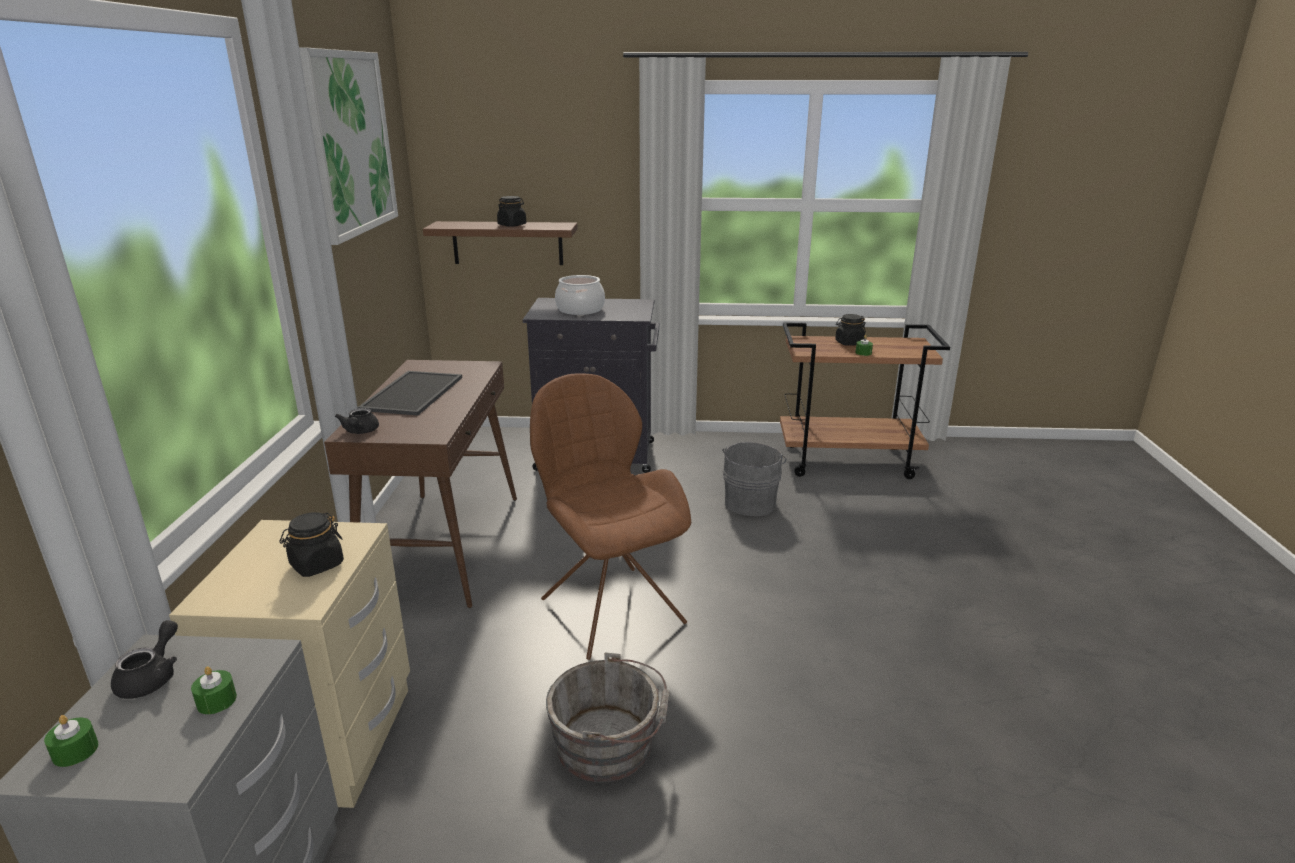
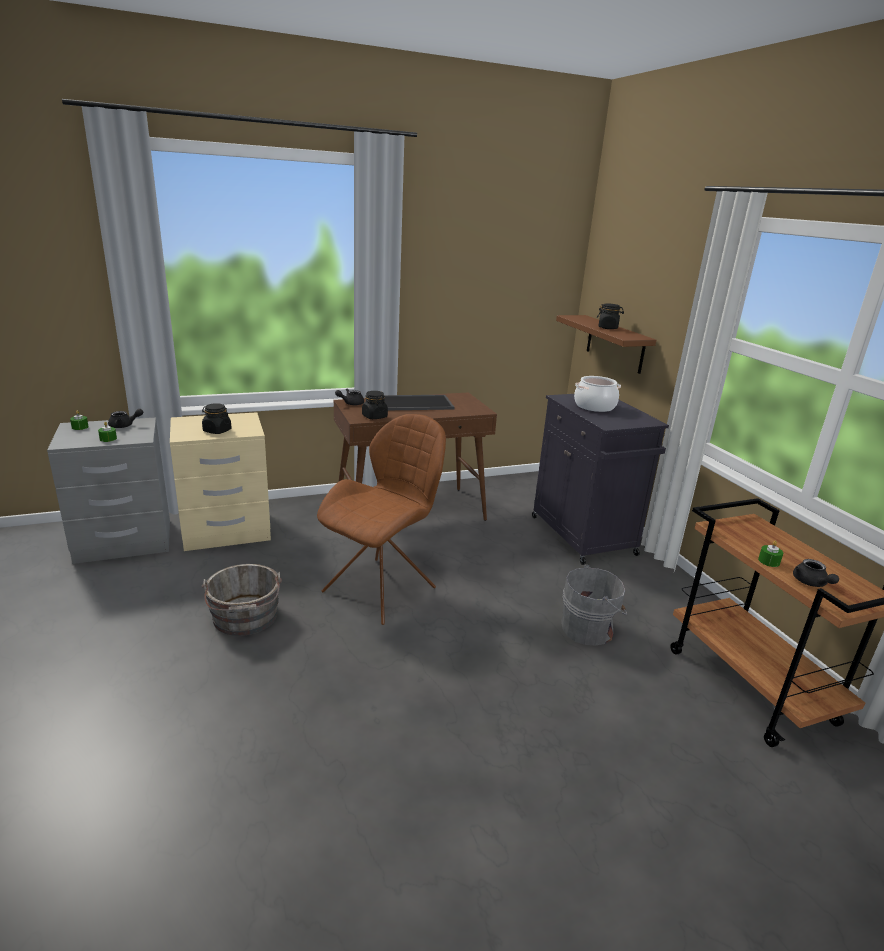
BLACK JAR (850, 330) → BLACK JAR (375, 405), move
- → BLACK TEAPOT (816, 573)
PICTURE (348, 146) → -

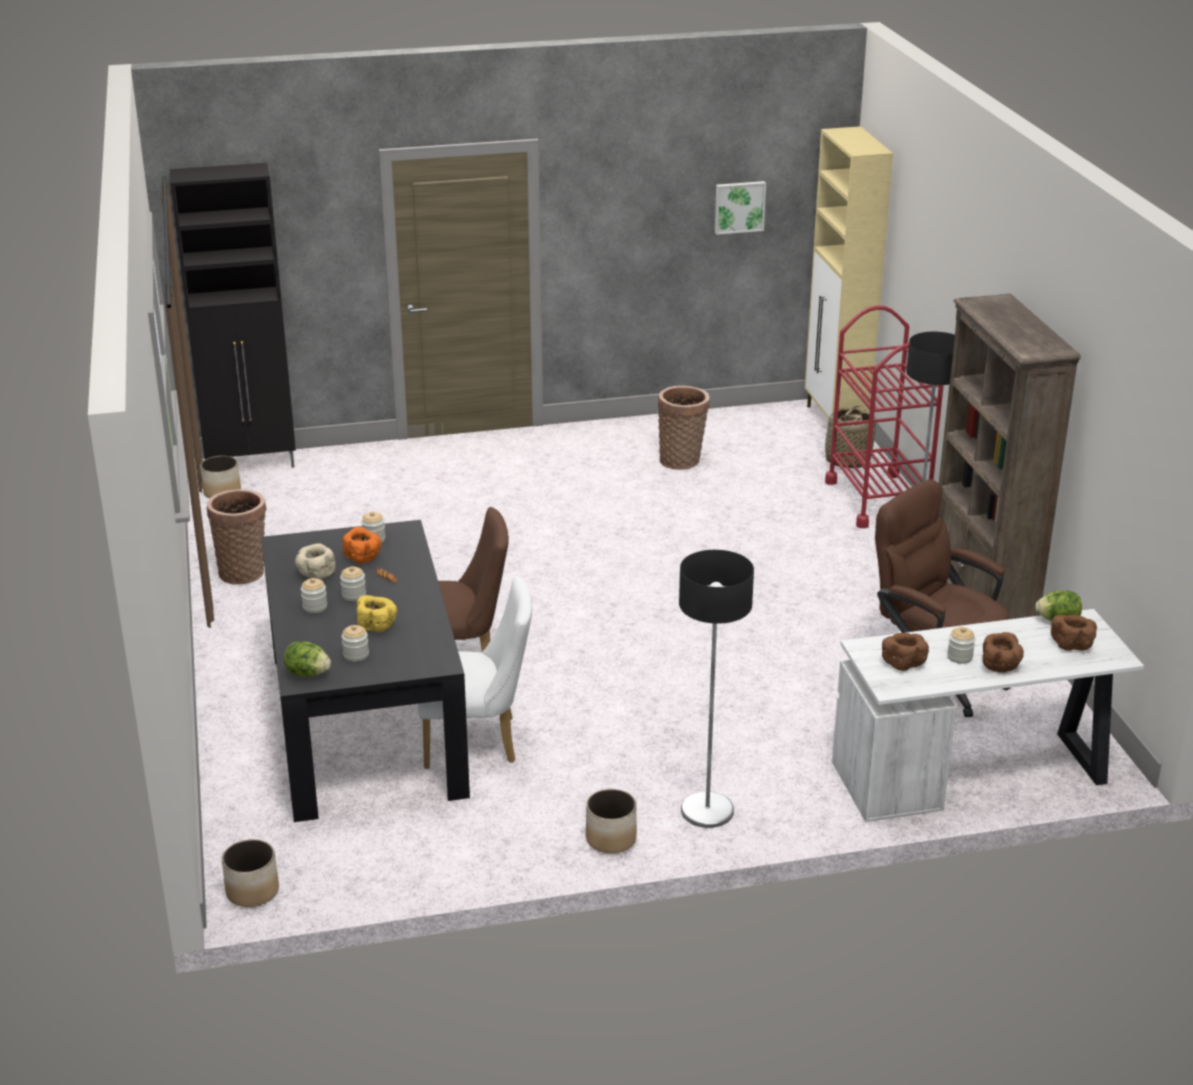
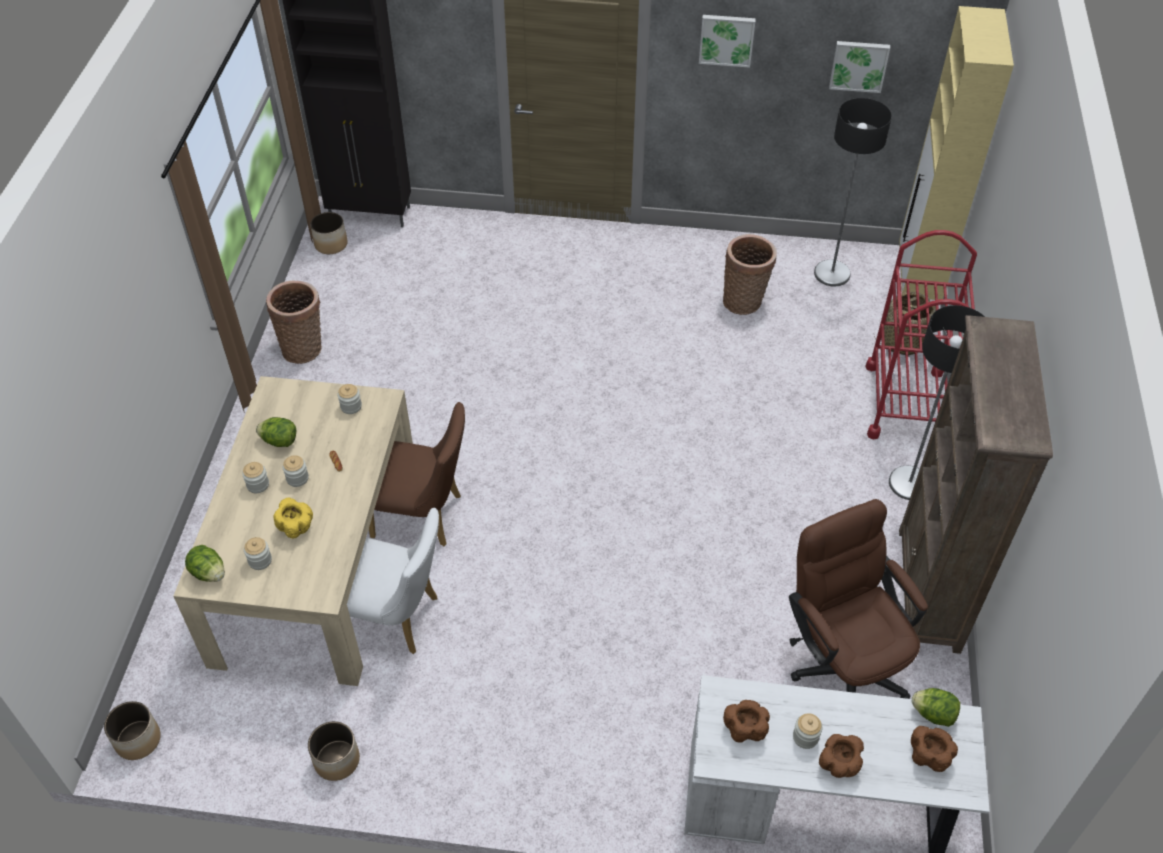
BLACK DINING TABLE (365, 671) → BEIGE DINING TABLE (293, 531)
BEIGE BOWL (315, 561) → LETTUCE (276, 432)
PLANTER (611, 821) → PLANTER (334, 751), move
- → PICTURE (727, 41)
FLOOR LAMP (716, 689) → FLOOR LAMP (853, 192), move
ORANGE BOWL (362, 545) → -

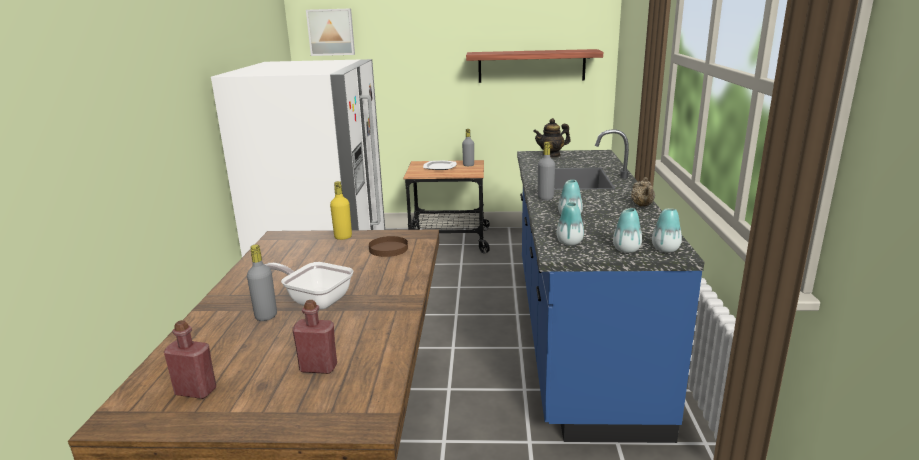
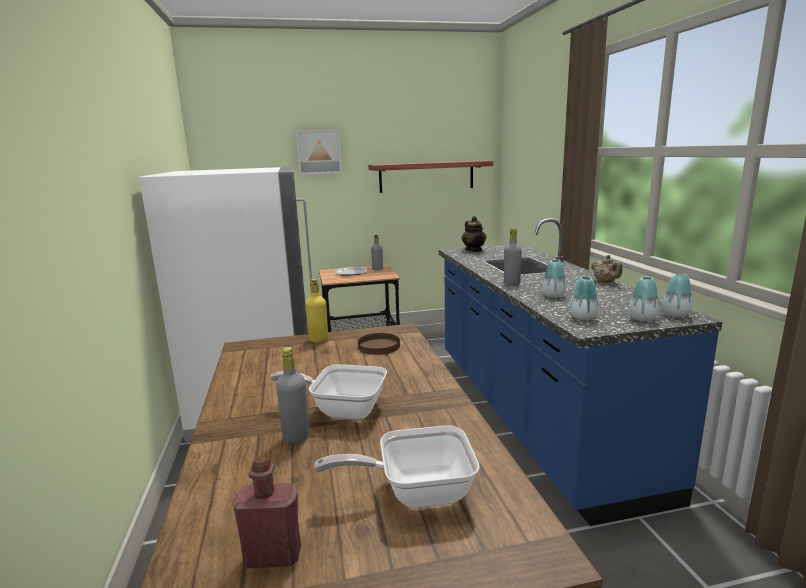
PICTURE (330, 32) → PICTURE (319, 152), move
RED BOTTLE (314, 337) → FRYING PAN (397, 467)
TEAPOT (552, 138) → TEAPOT (474, 234), 75 degrees counterclockwise

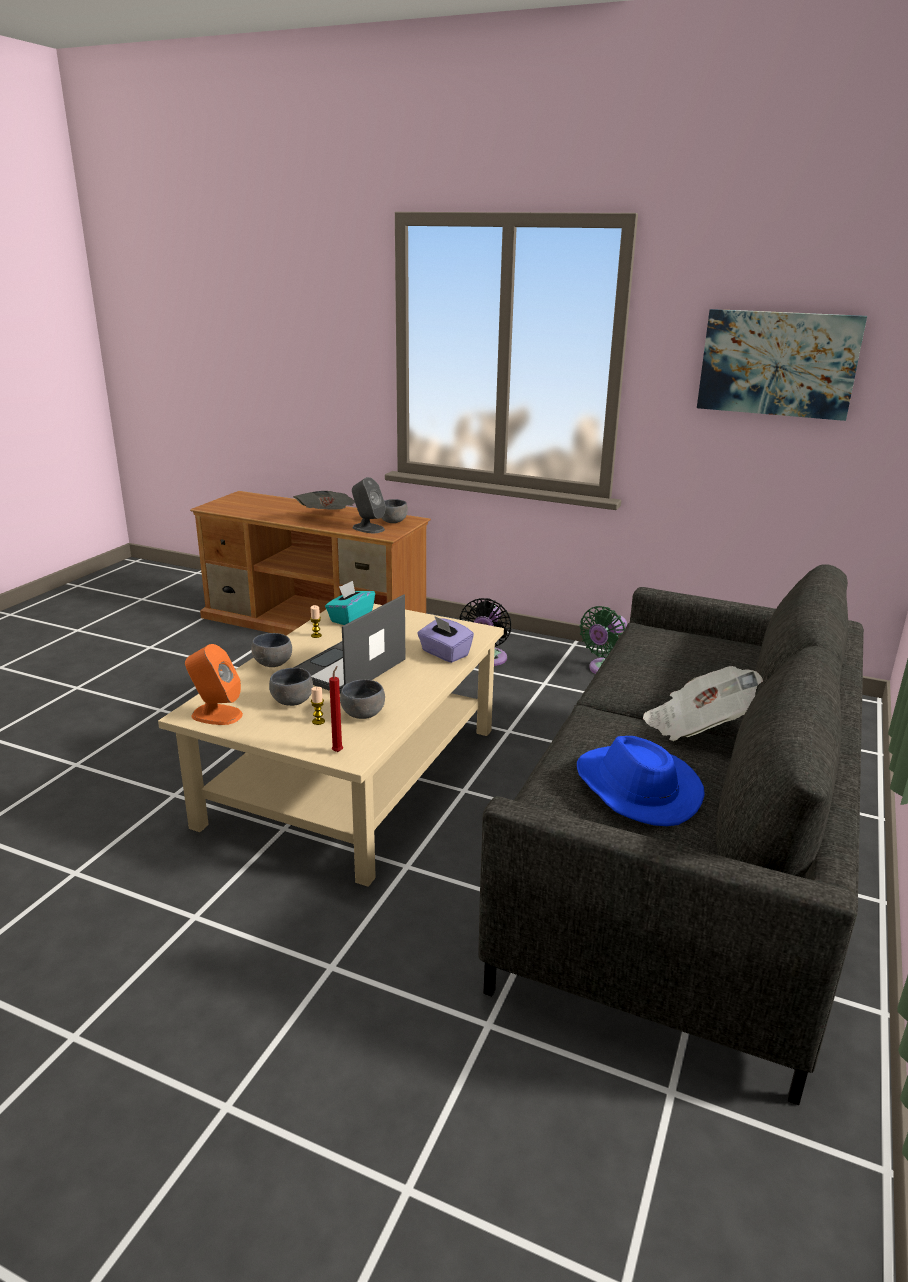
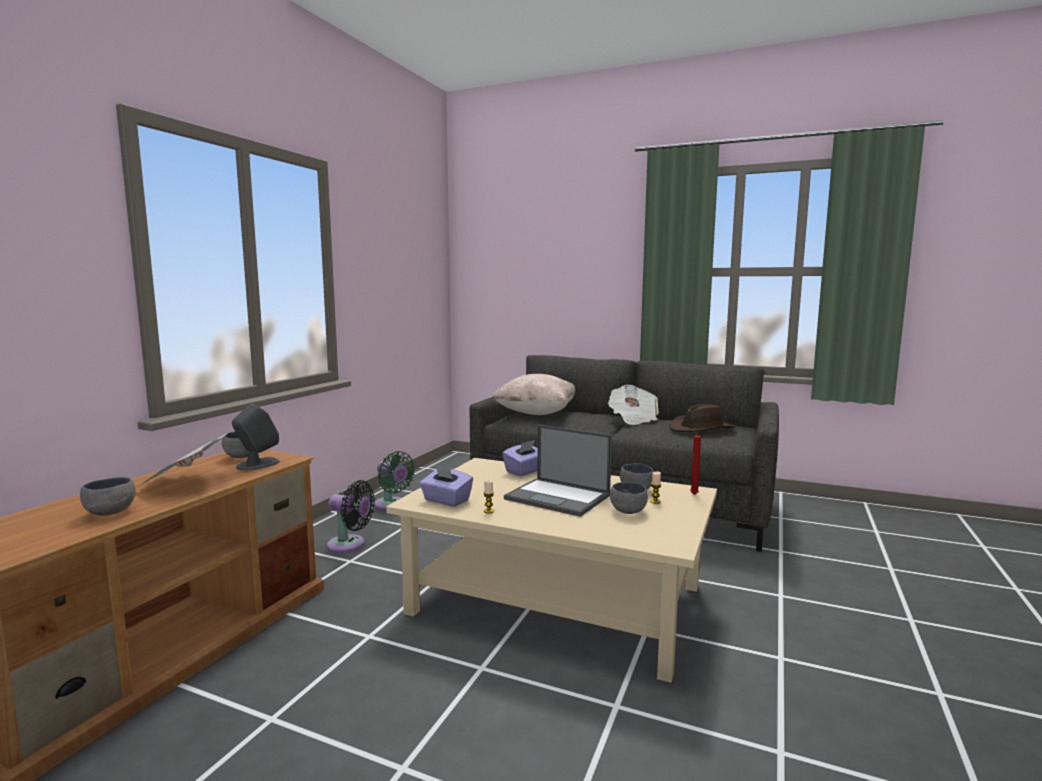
GREY BOWL (271, 650) → GREY BOWL (107, 496), move
TURQUOISE TISSUE BOX (350, 603) → PURPLE TISSUE BOX (446, 486)
- → BEIGE PILLOW (533, 394)
BLUE HAT (641, 781) → BROWN HAT (702, 418)
ORANGE SPEAKER (214, 684) → -
PICTURE (782, 365) → -

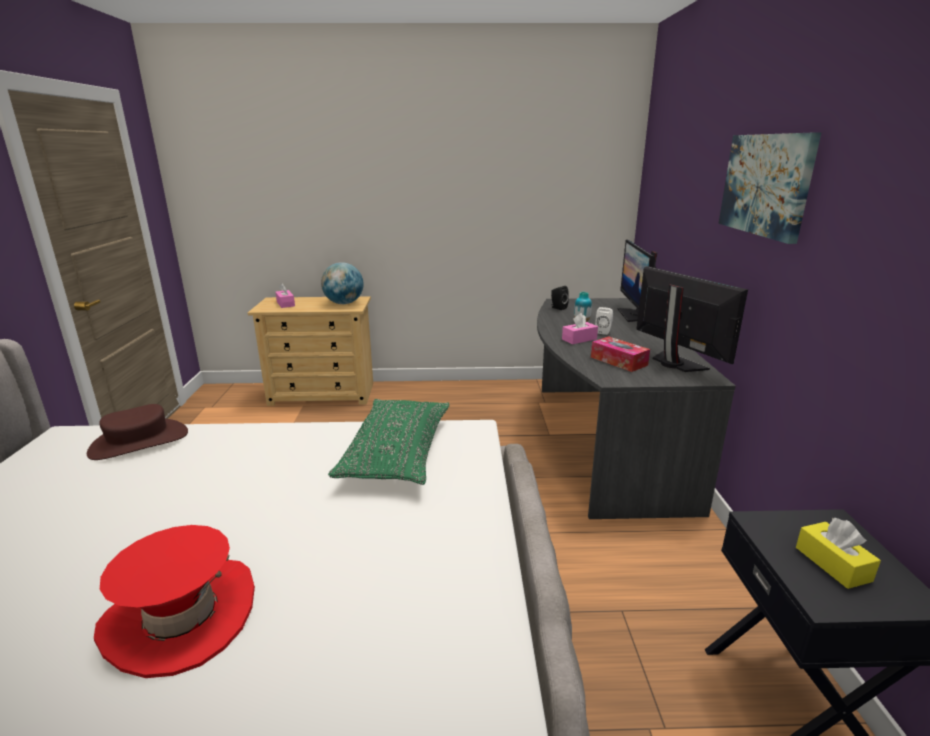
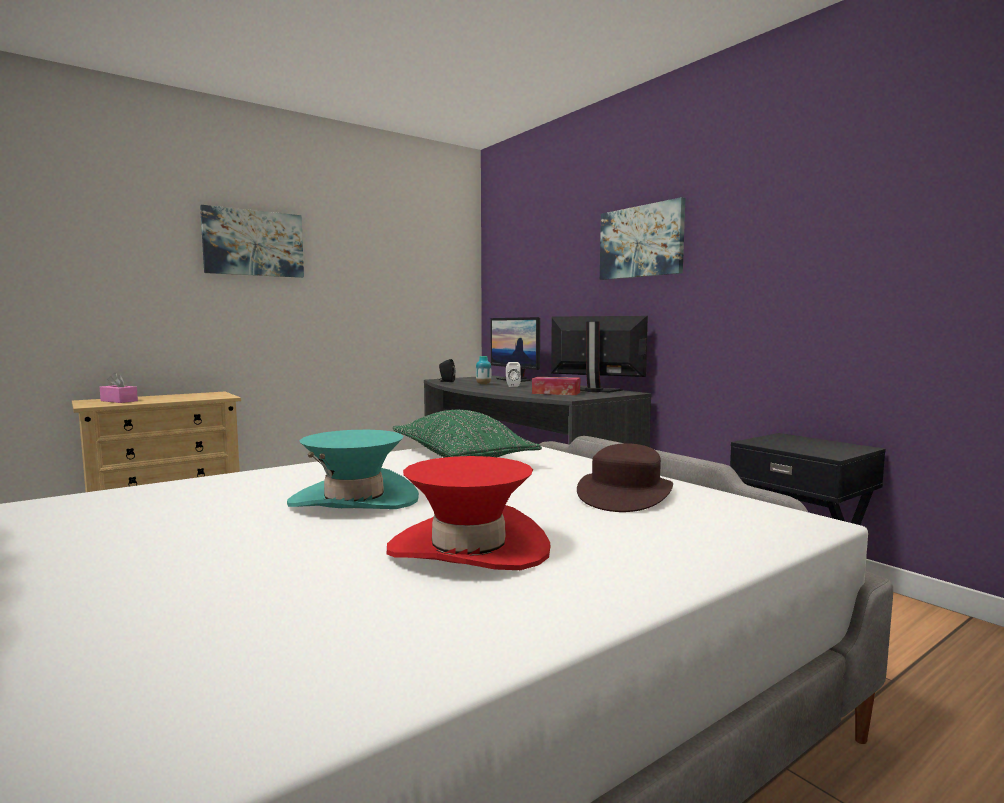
- → PICTURE (252, 241)
- → TURQUOISE HAT (353, 469)
BROWN HAT (137, 432) → BROWN HAT (625, 477), move
GLOBE (342, 283) → -
PINK TISSUE BOX (580, 328) → -
YELLOW TISSUE BOX (838, 553) → -

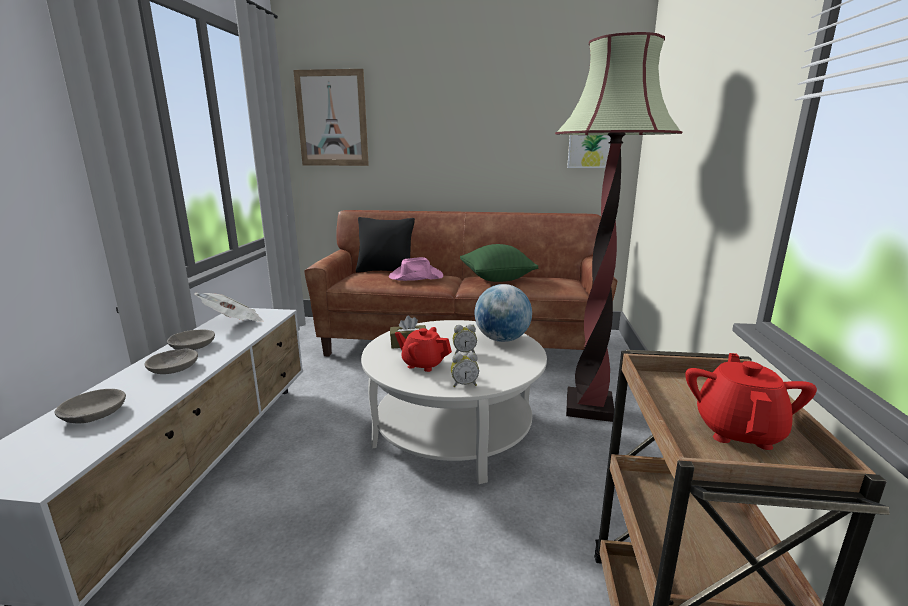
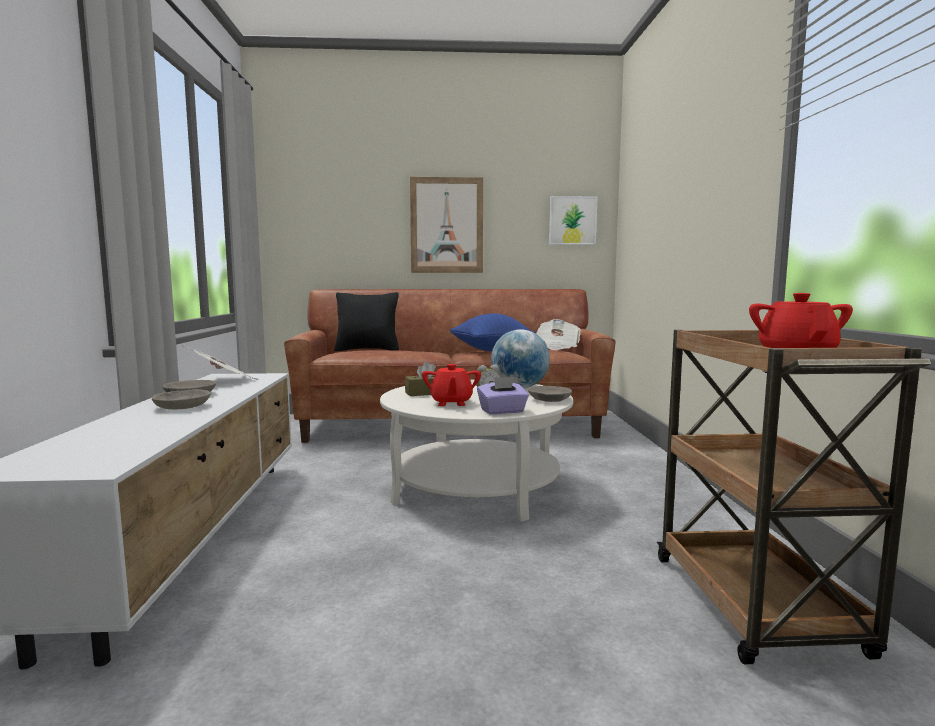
PICTURE (331, 117) → PICTURE (446, 225), move
RED TEAPOT (423, 349) → RED TEAPOT (451, 385), 105 degrees counterclockwise
GREEN PILLOW (499, 263) → BLUE PILLOW (492, 332)
ALARM CLOCK (465, 369) → PURPLE TISSUE BOX (503, 396)
GREY BOWL (90, 406) → GREY BOWL (550, 394), move
- → NEWSPAPER (558, 334)
PINK HAT (416, 269) → -
FLOOR LAMP (619, 227) → -

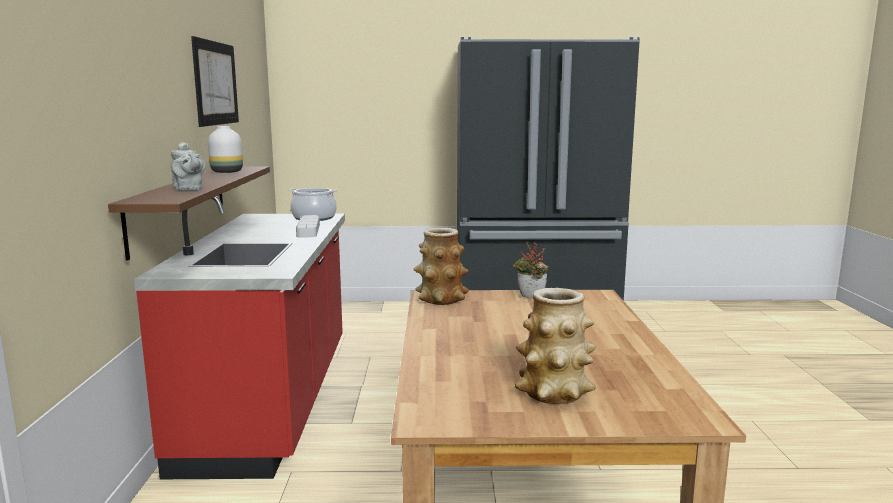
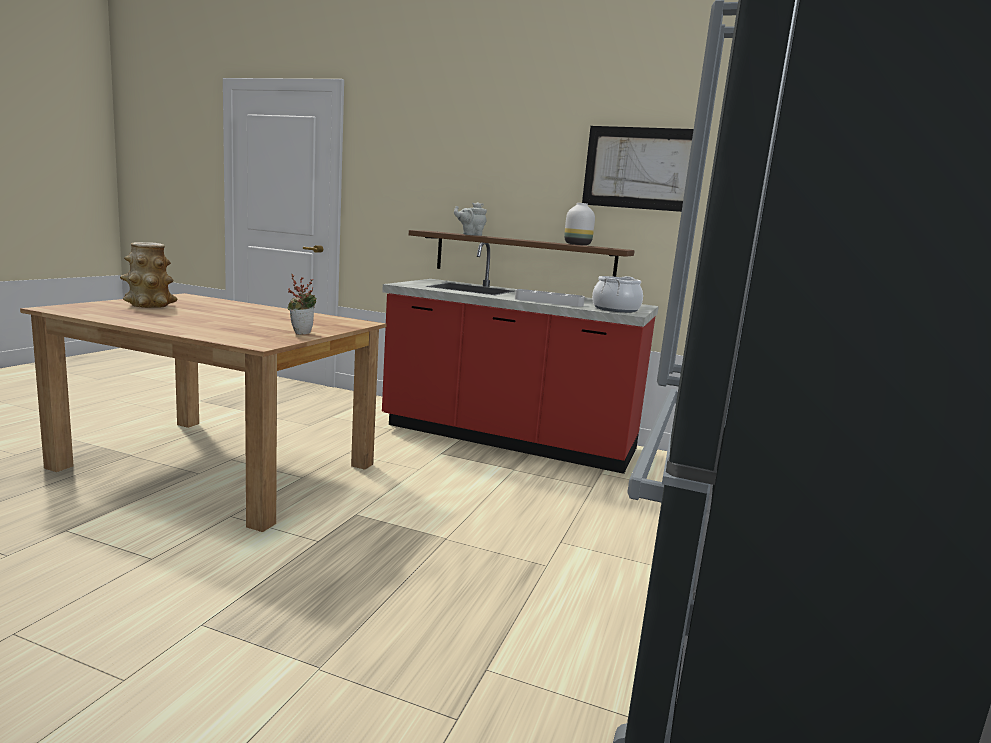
VASE (441, 266) → -

